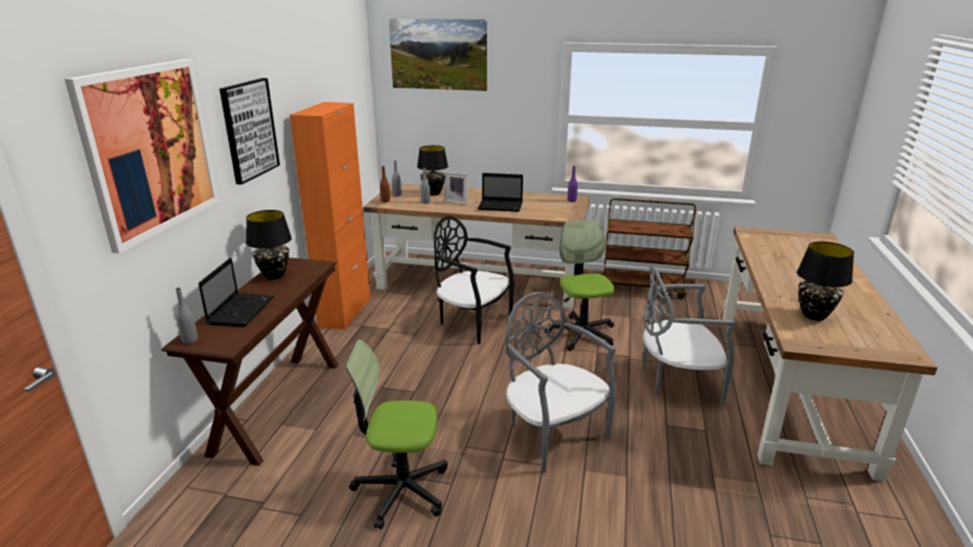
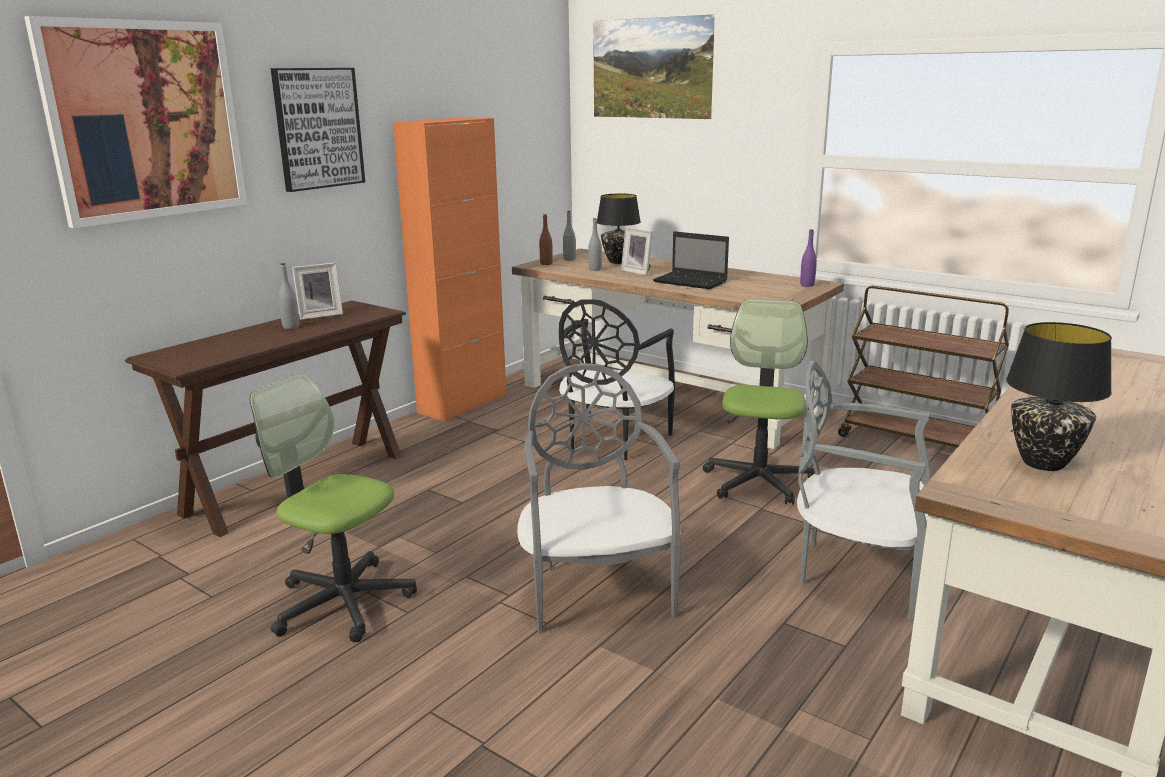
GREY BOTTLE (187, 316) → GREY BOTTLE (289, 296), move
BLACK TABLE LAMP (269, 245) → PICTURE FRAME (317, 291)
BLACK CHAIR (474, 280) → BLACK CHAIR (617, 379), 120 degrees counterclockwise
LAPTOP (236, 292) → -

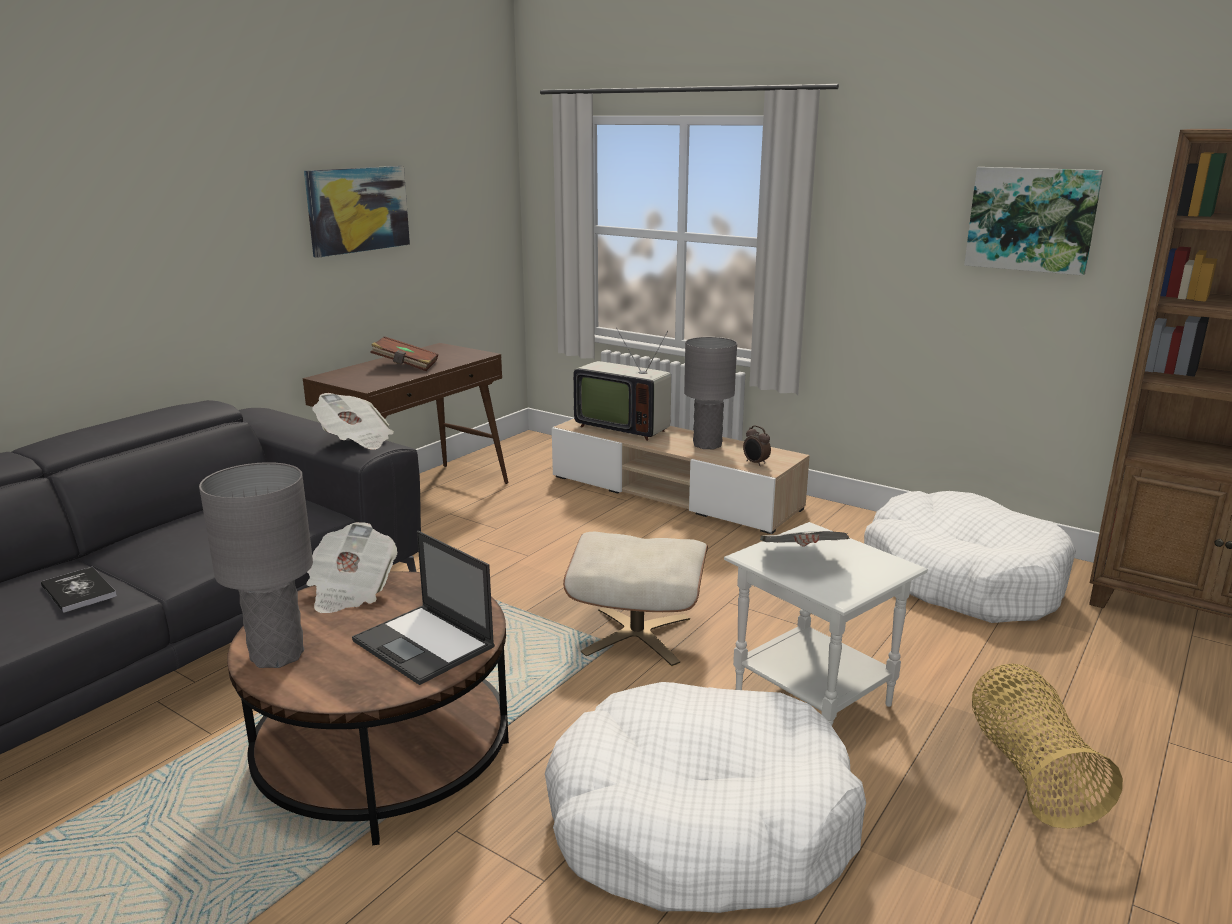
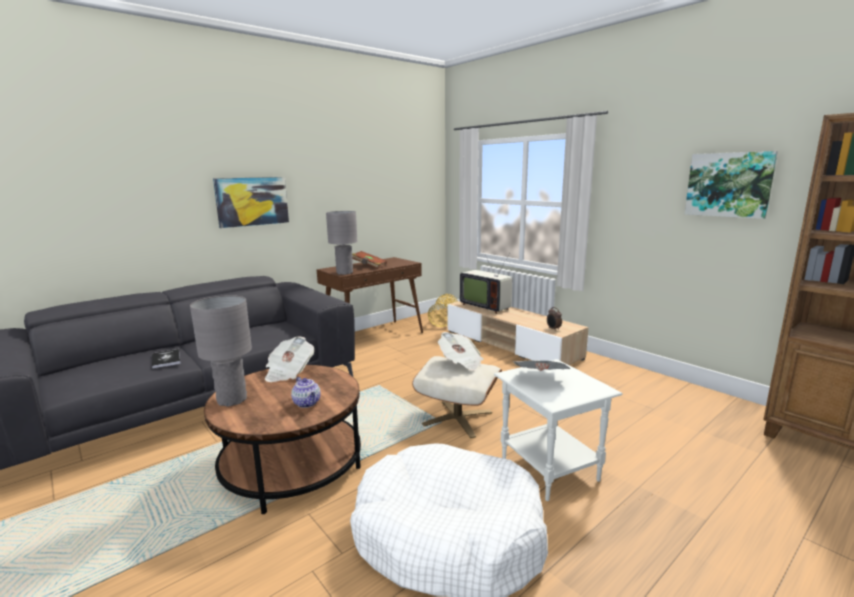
PICTURE (357, 212) → PICTURE (251, 202), move
LAPTOP (423, 608) → TEAPOT (306, 392)
GREY TABLE LAMP (710, 393) → GREY TABLE LAMP (341, 243), move
BASKET (1047, 746) → BASKET (443, 310), move
NEWSPAPER (353, 421) → NEWSPAPER (460, 351), move
WHITE DOG BED (970, 557) → -

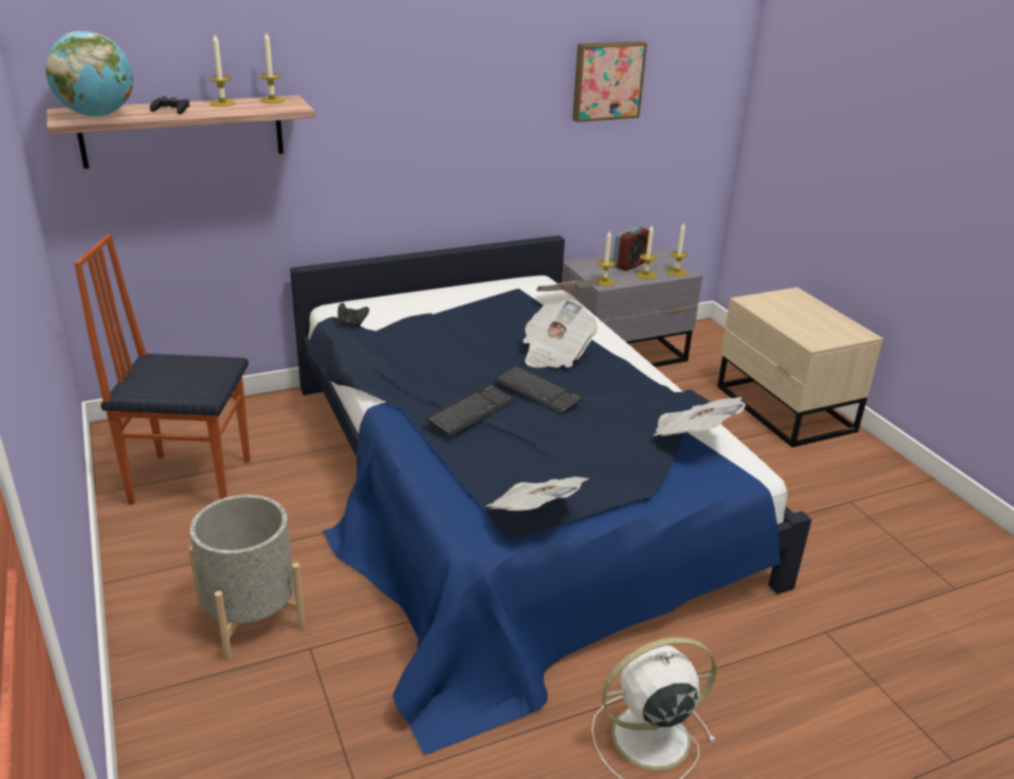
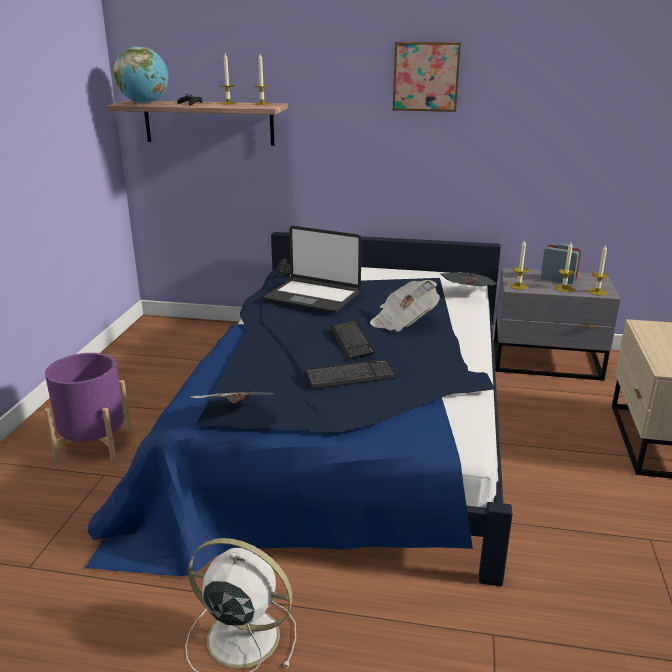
GREY PLANTER (247, 577) → PURPLE PLANTER (88, 408)
- → LAPTOP (313, 269)
KEYBOARD (470, 410) → KEYBOARD (351, 374), move
PICTURE (609, 81) → PICTURE (427, 77), move
ALARM CLOCK (631, 248) → ALARM CLOCK (561, 263), 135 degrees counterclockwise
CHAIR (162, 369) → -
NEWSPAPER (699, 416) → -

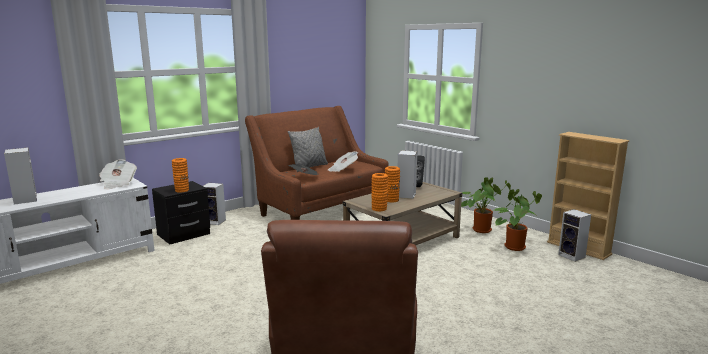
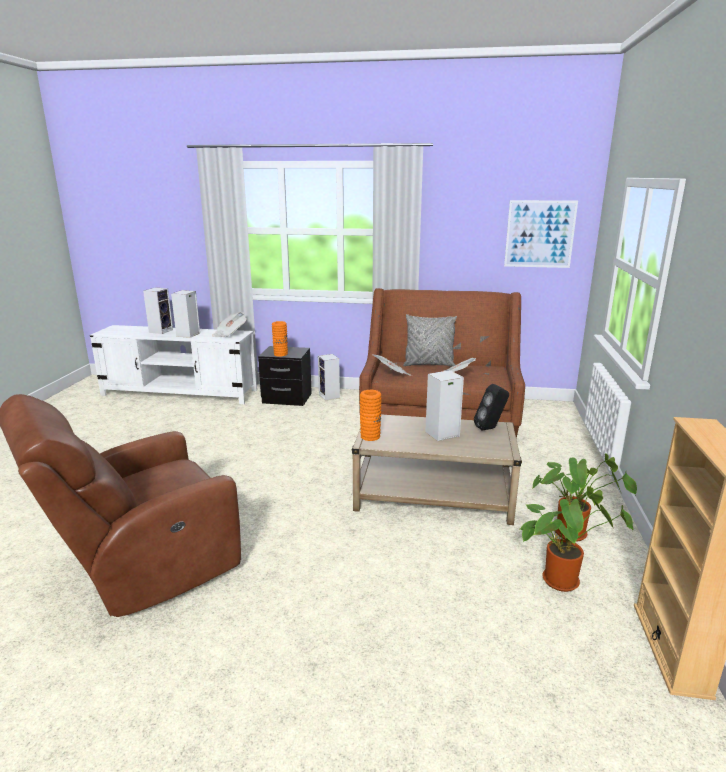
SPEAKER (574, 235) → SPEAKER (185, 314), move
- → PICTURE (541, 234)
ORANGE VASE (392, 184) → -

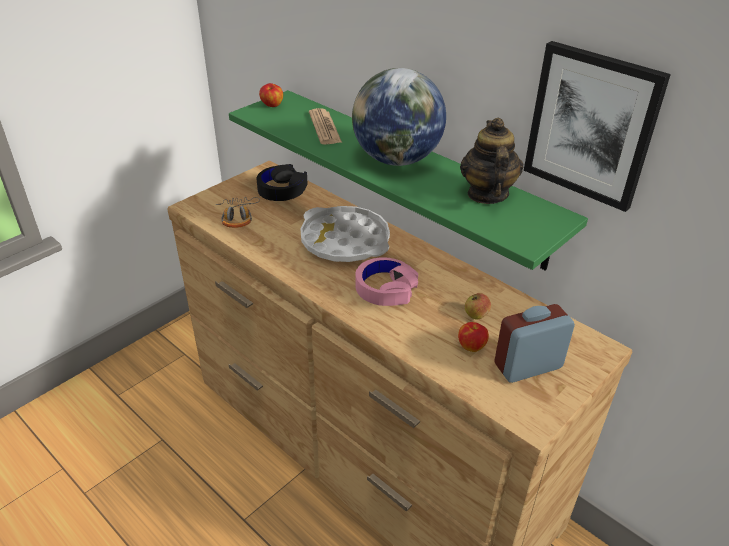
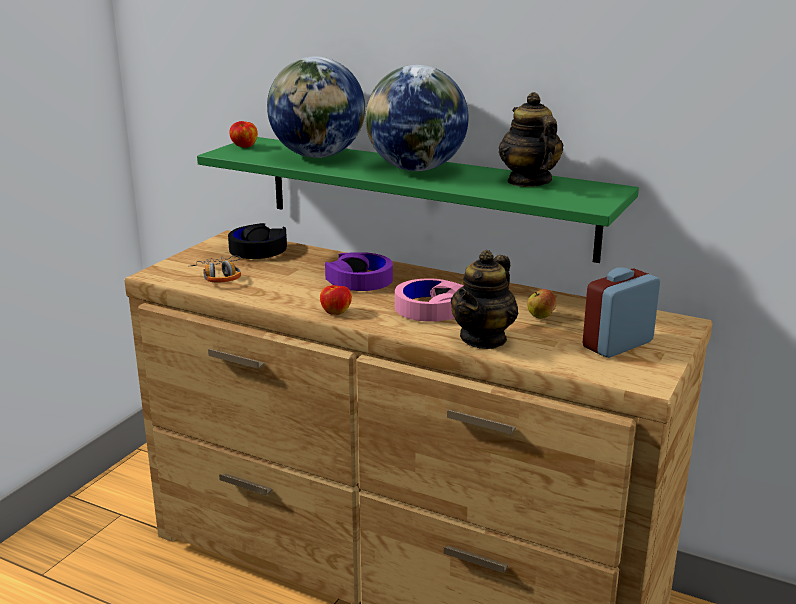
NEWSPAPER (325, 126) → GLOBE (316, 107)
APPLE (473, 337) → APPLE (336, 300), move
WHITE TRAY (345, 234) → PURPLE HEADPHONES (359, 271)
- → TEAPOT (484, 299)
PICTURE (597, 126) → -

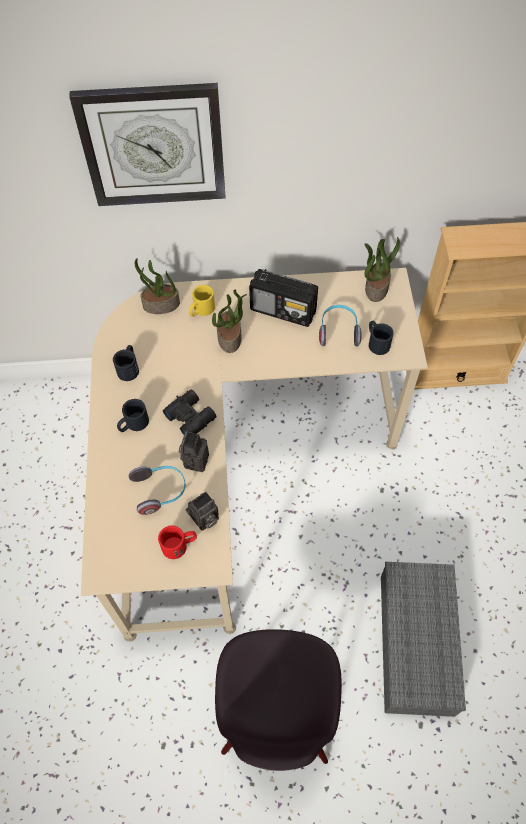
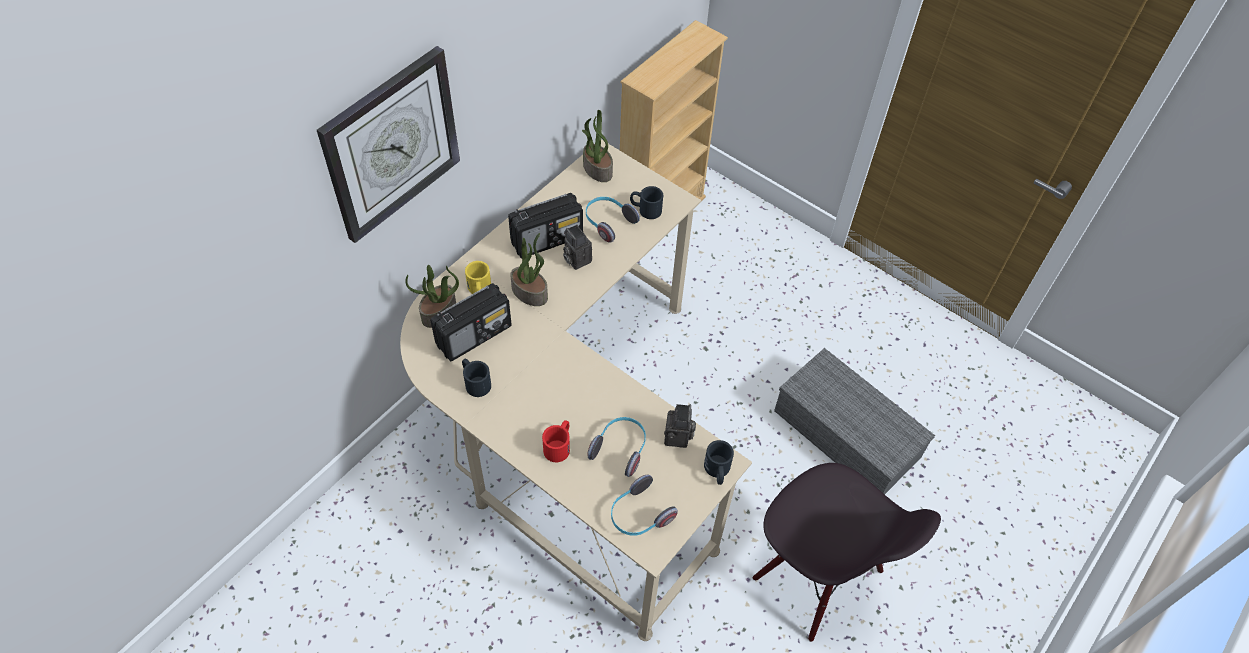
- → RADIO (471, 322)
RED MUG (177, 542) → RED MUG (556, 441), move
PHOTO CAMERA (194, 451) → PHOTO CAMERA (577, 247), move
- → HEADPHONES (644, 505)
BLACK MUG (133, 415) → BLACK MUG (719, 462), move
BLACK BINOCULARS (189, 412) → -

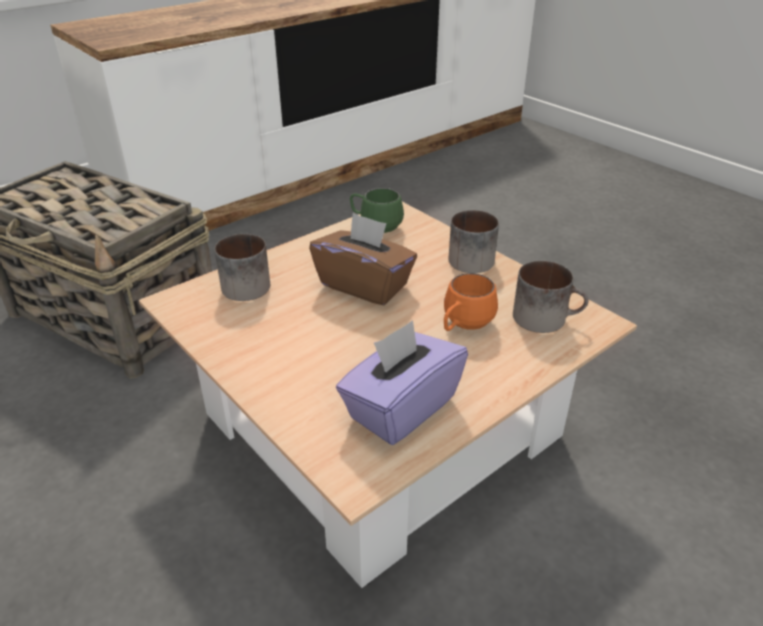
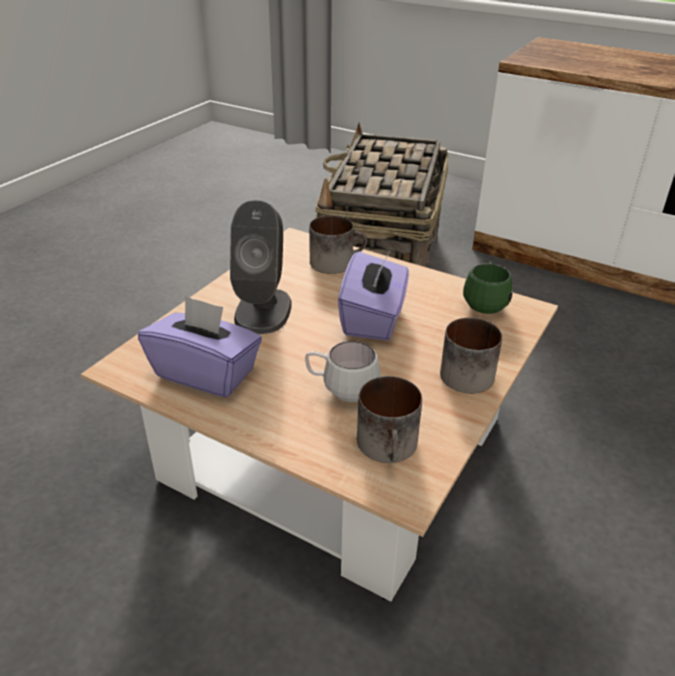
- → GREY SPEAKER (261, 267)
ORANGE MUG (471, 302) → WHITE MUG (342, 371)
BROWN TISSUE BOX (363, 259) → PURPLE TISSUE BOX (373, 295)

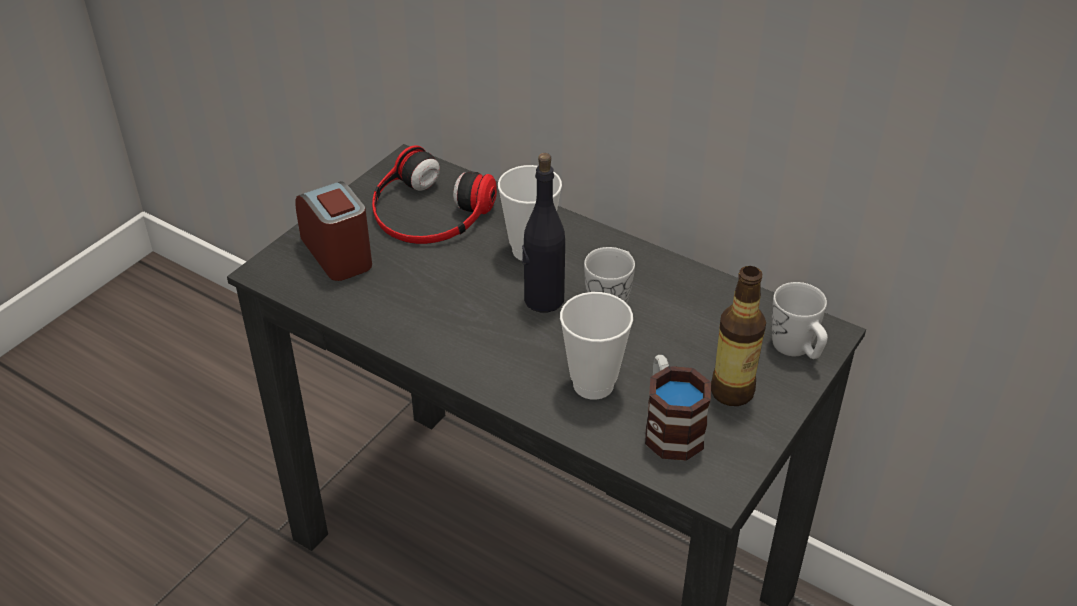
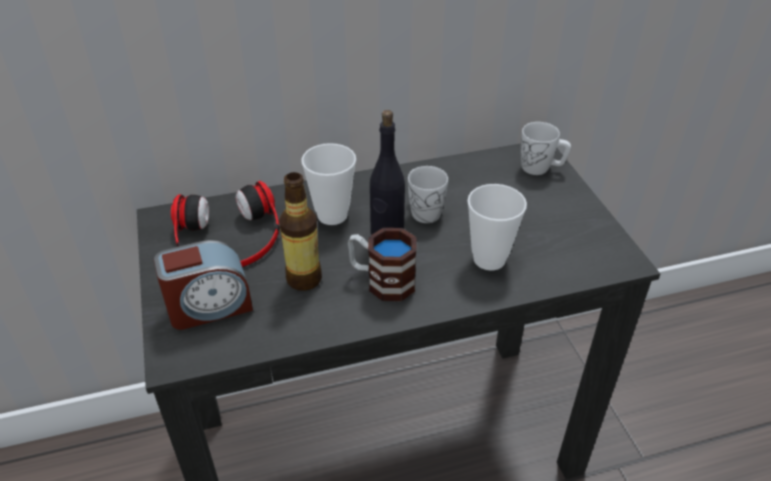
ALARM CLOCK (333, 231) → ALARM CLOCK (203, 285), 150 degrees clockwise
BOTTLE (738, 336) → BOTTLE (300, 231), move
MUG (678, 408) → MUG (382, 264), move

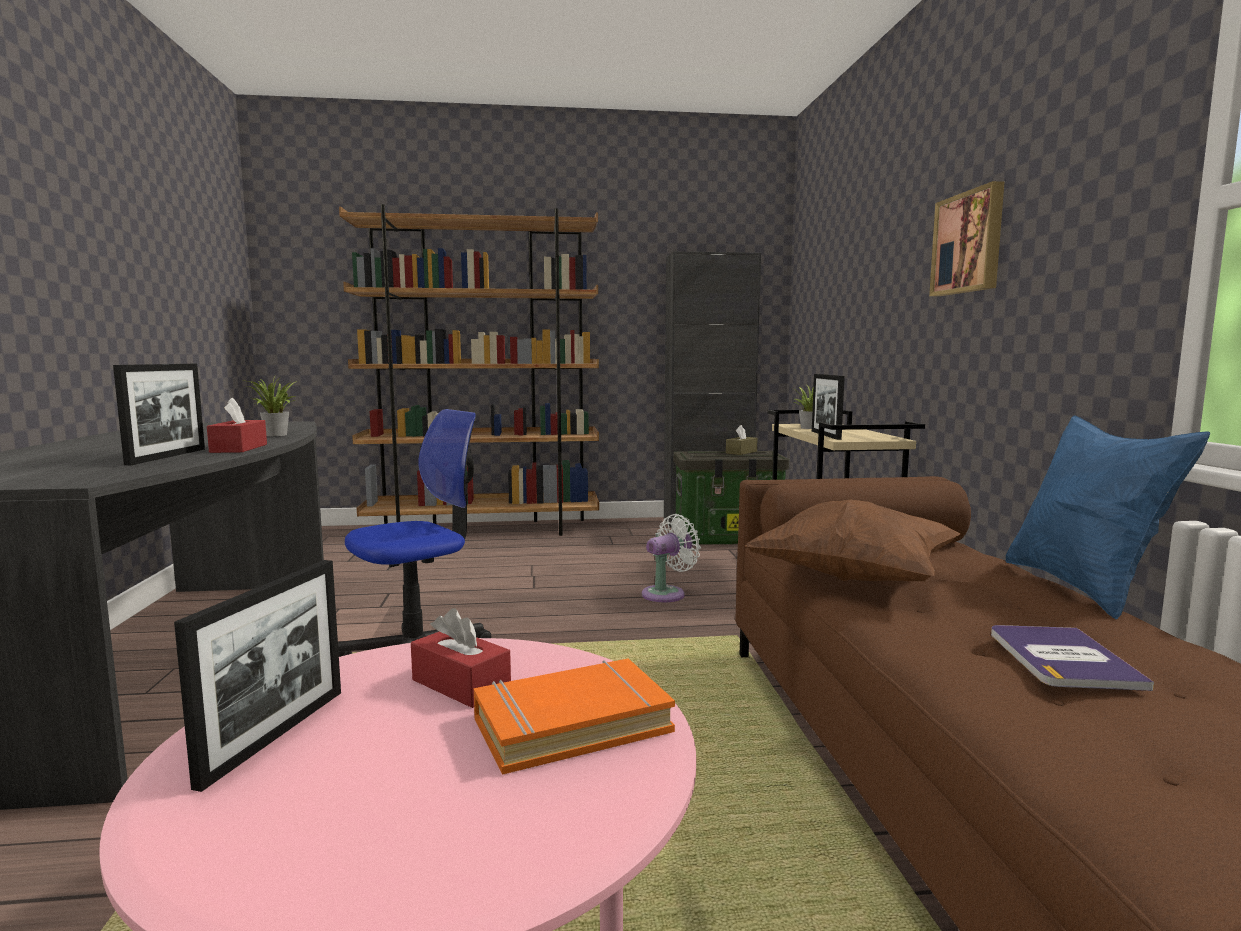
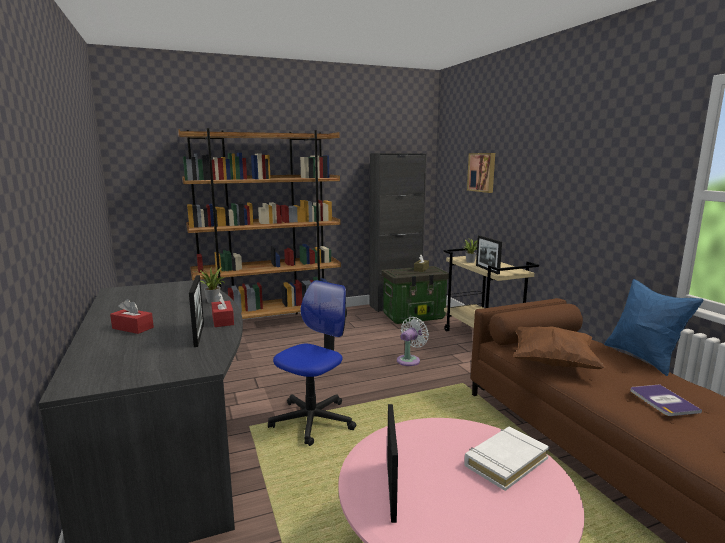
RED TISSUE BOX (461, 658) → RED TISSUE BOX (132, 316), move
ORANGE BOOK (574, 717) → WHITE BOOK (506, 459)
PICTURE (966, 238) → PICTURE (481, 173), move

